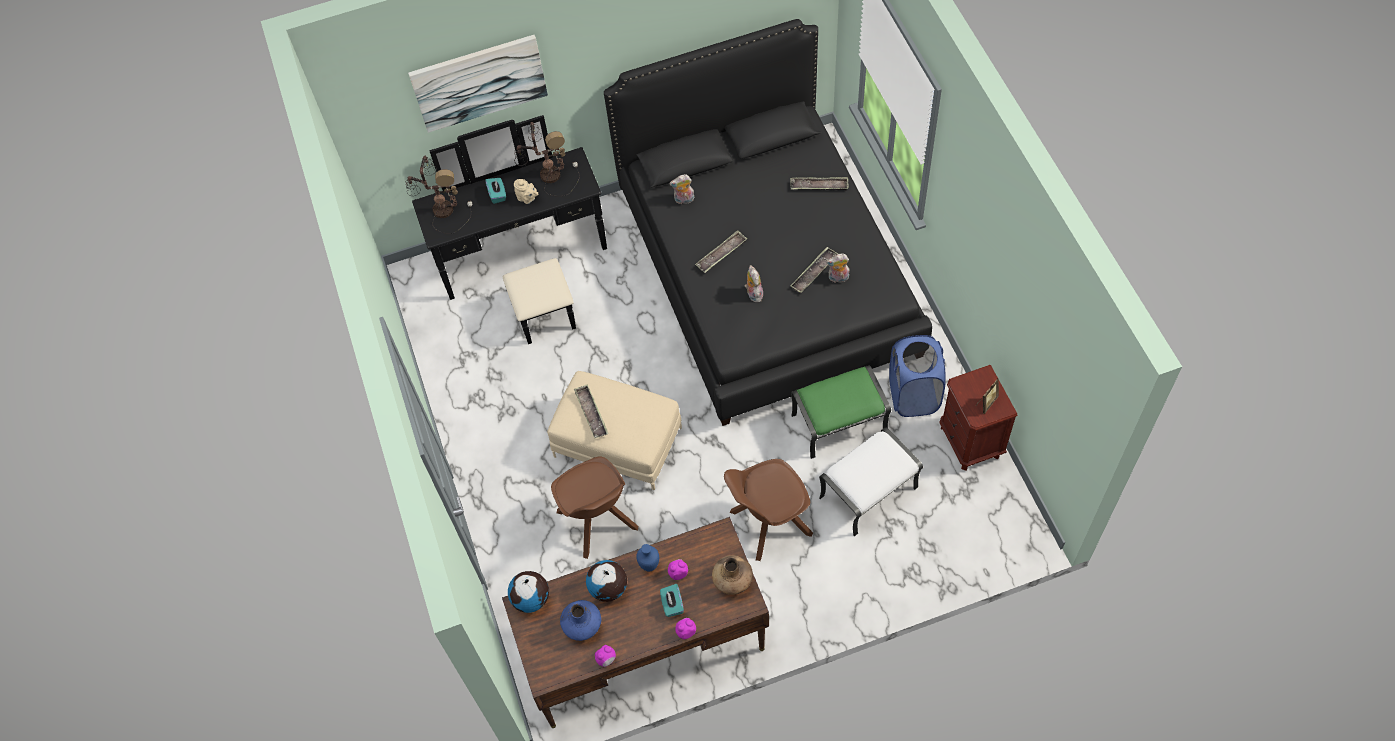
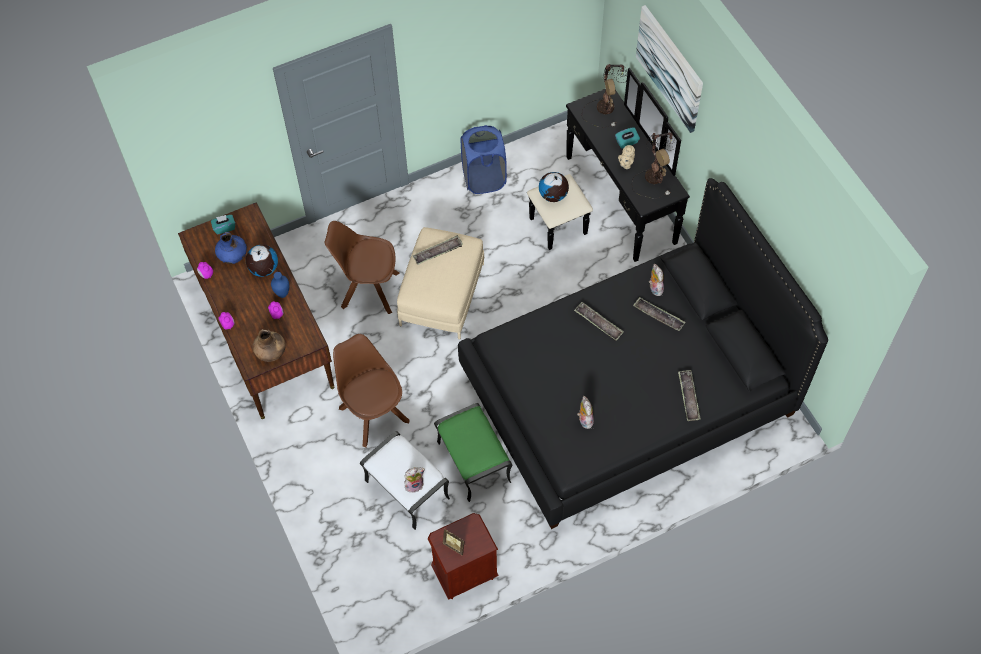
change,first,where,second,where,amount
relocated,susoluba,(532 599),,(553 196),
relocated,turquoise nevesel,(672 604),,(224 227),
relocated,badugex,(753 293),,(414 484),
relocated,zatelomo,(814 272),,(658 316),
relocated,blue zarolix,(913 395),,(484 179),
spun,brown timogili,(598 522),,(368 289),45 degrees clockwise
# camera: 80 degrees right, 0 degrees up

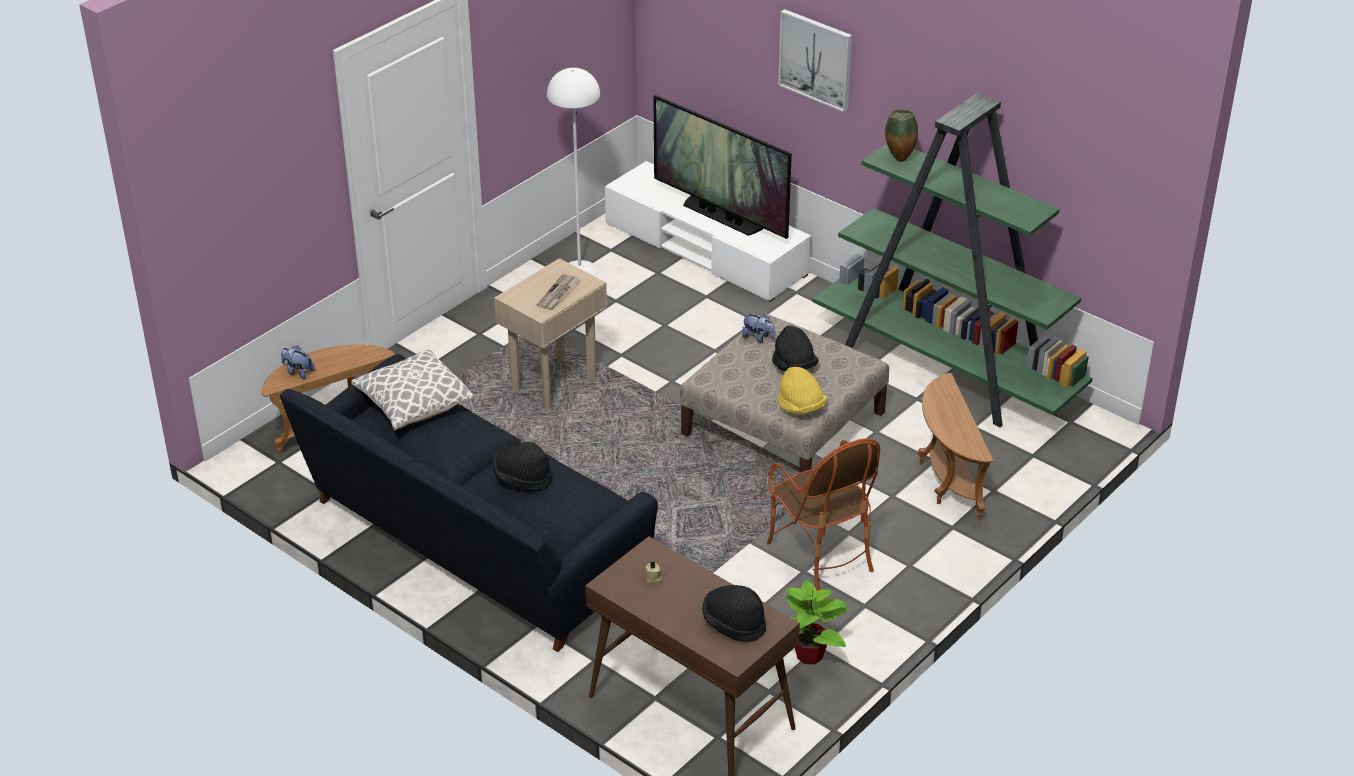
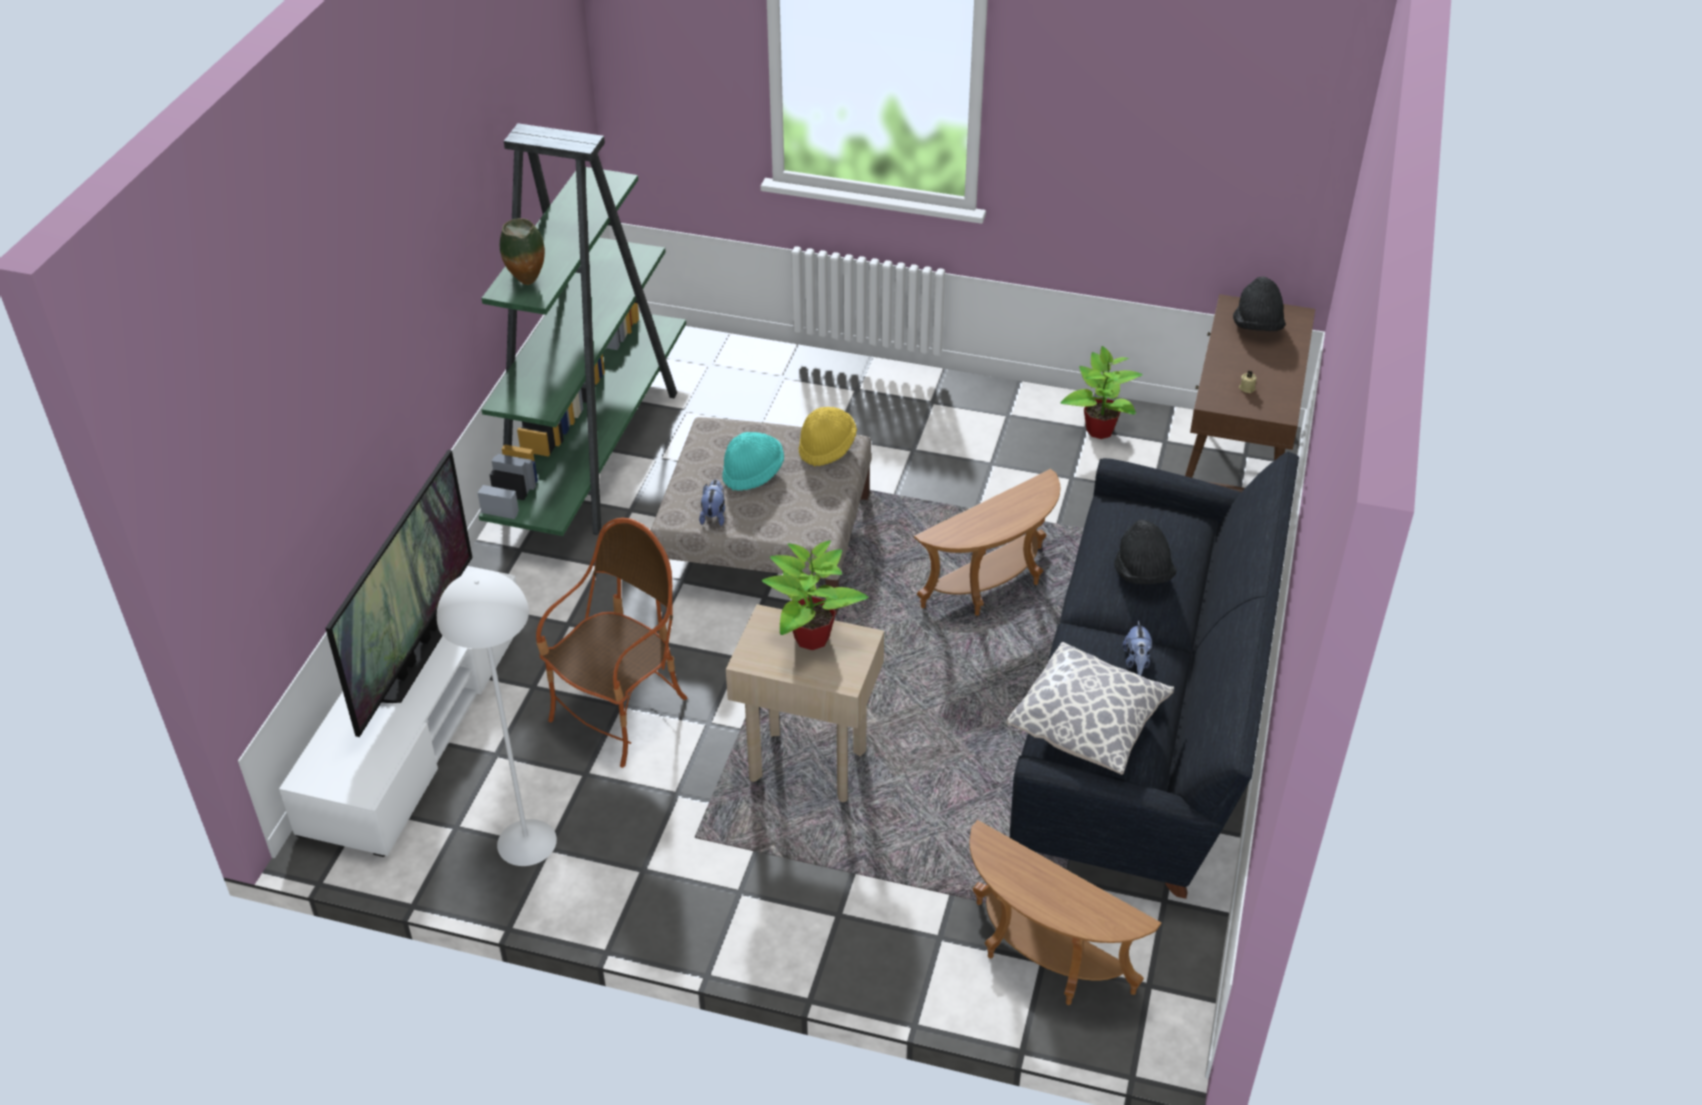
change,first,where,second,where,amount
missing,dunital,(816 59),,,
relocated,badugex,(298 372),,(1136 662),
relocated,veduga,(821 554),,(620 714),
relocated,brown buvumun,(946 481),,(993 587),
exchanged,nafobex,(558 294),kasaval,(810 637),
colour,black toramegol,(794 366),turquoise toramegol,(753 473),
# camera: 115 degrees left, 5 degrees up

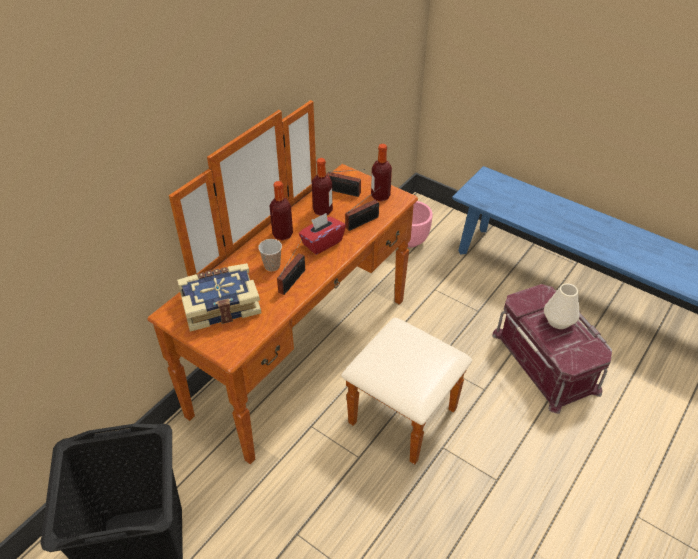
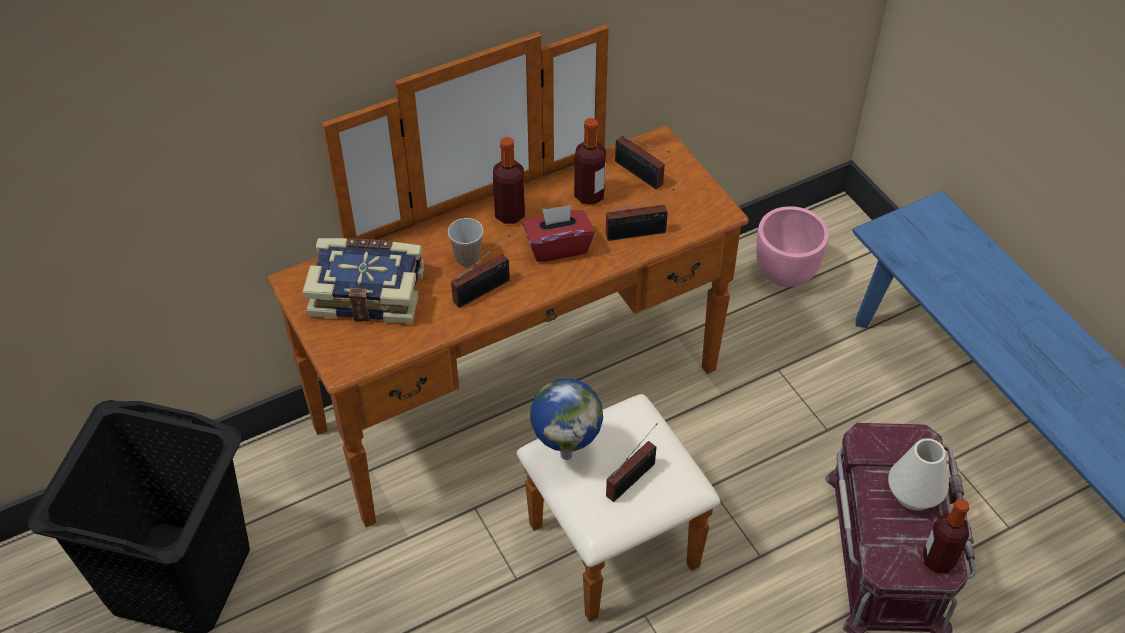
change,first,where,second,where,amount
appeared,,,susoluba,(566 453),
appeared,,,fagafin,(633 478),
relocated,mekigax,(380 196),,(938 560),
# camera: 25 degrees right, 5 degrees up

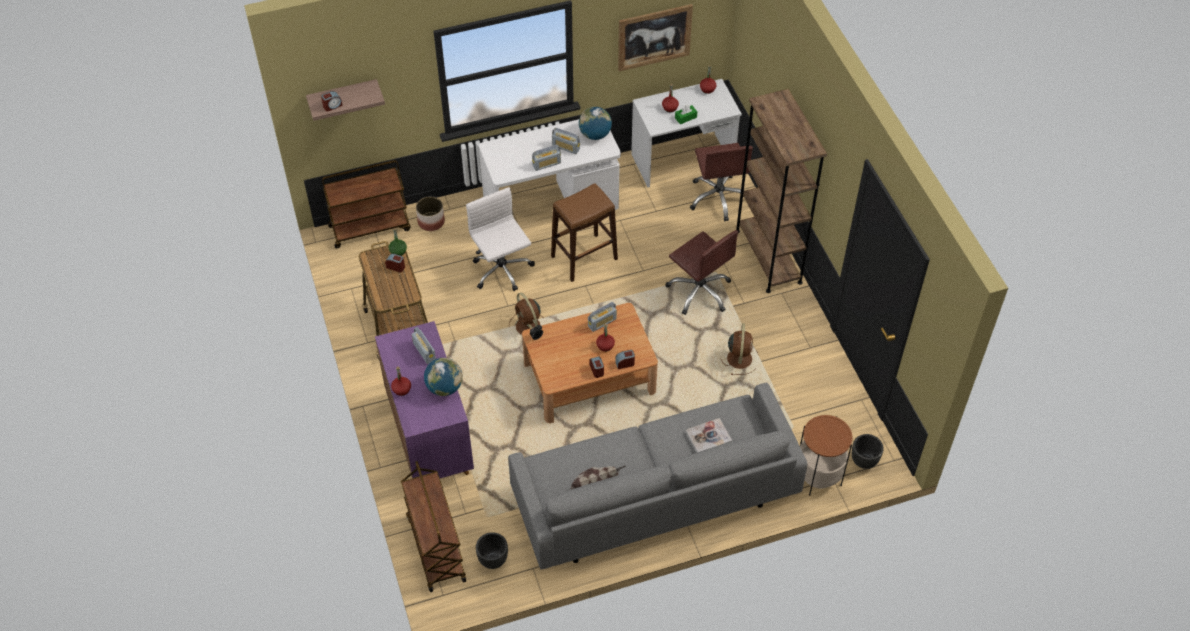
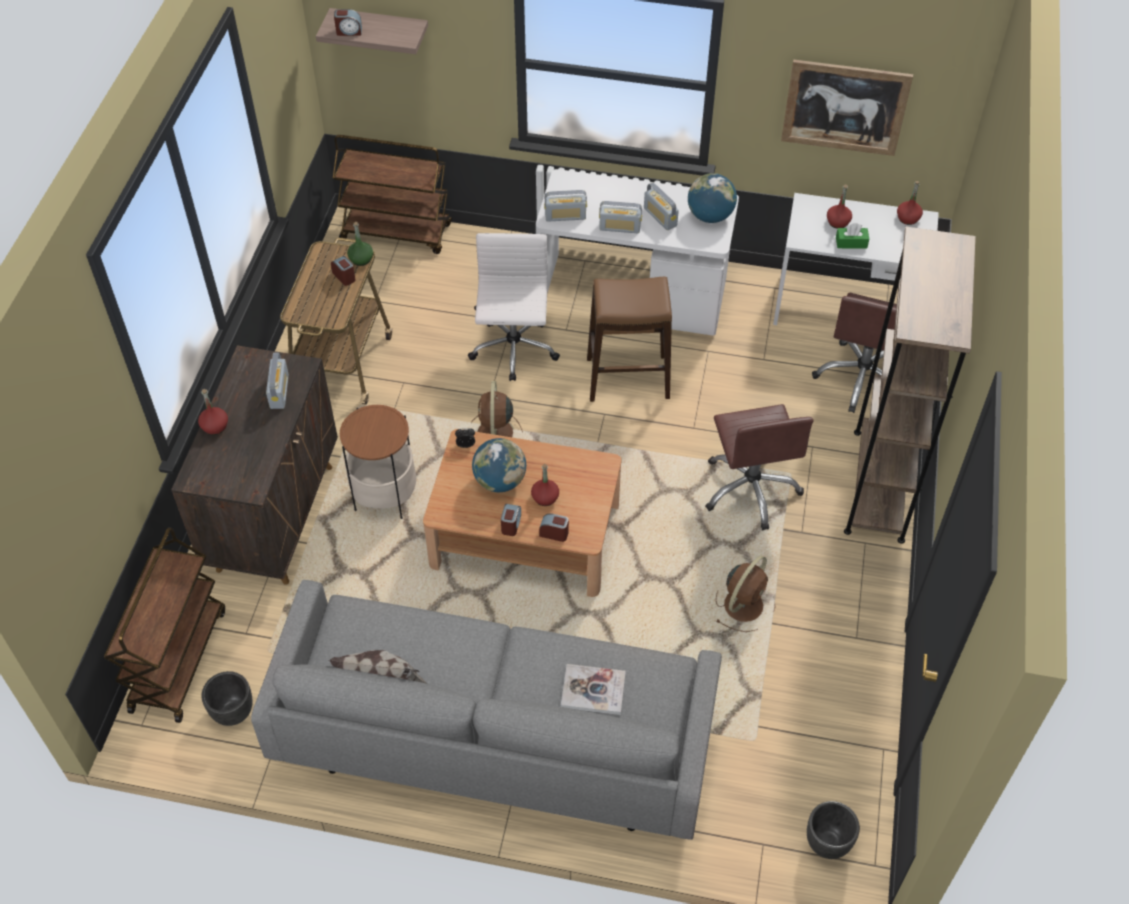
change,first,where,second,where,amount
missing,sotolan,(431 222),,,
relocated,susoluba,(444 387),,(500 481),
relocated,fagafin,(602 322),,(565 216),
relocated,buvumun,(818 476),,(384 496),
colour,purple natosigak,(430 438),brown natosigak,(276 516),
# camera: 30 degrees right, 0 degrees up

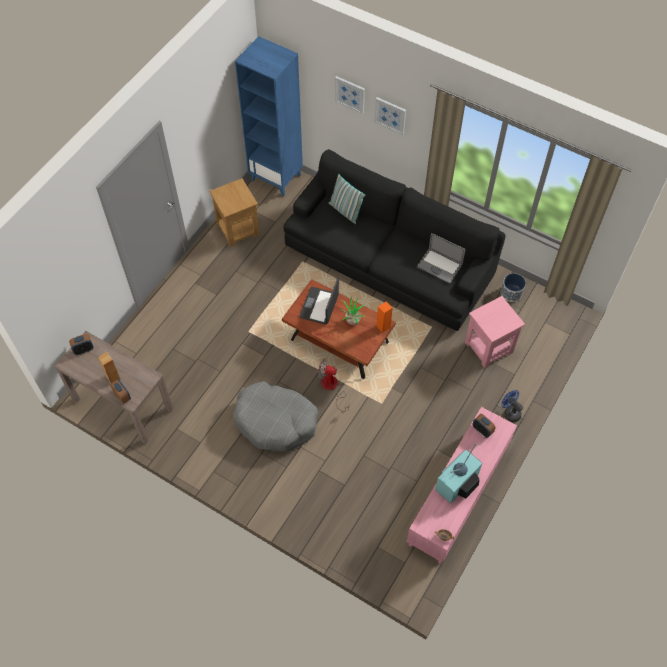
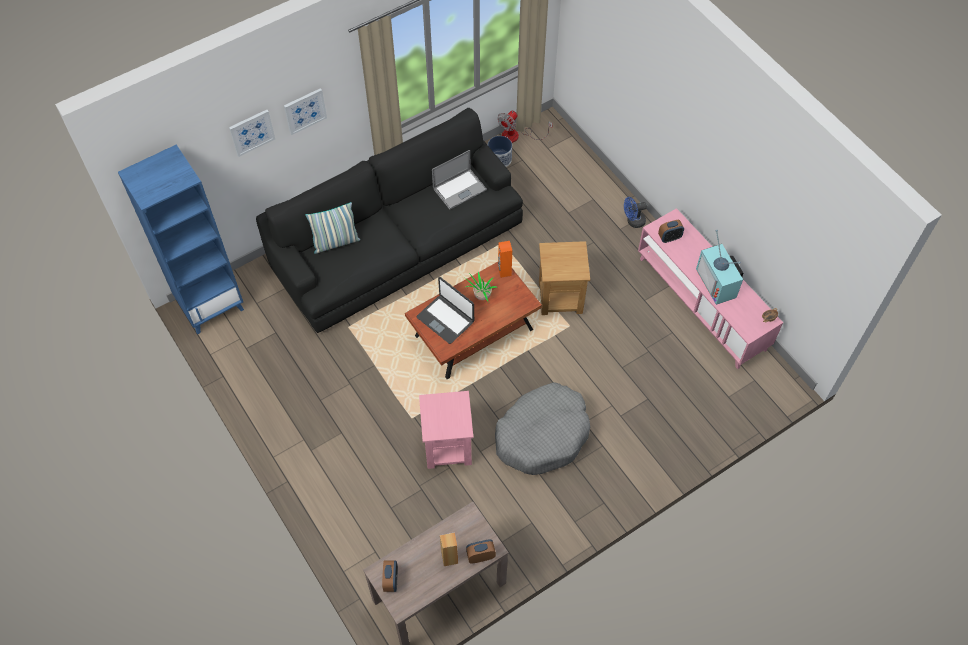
change,first,where,second,where,amount
relocated,brown buvumun,(237 229),,(559 297),
relocated,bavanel,(332 388),,(516 136),
relocated,pink buvumun,(488 347),,(448 447),
# camera: 65 degrees left, 0 degrees up

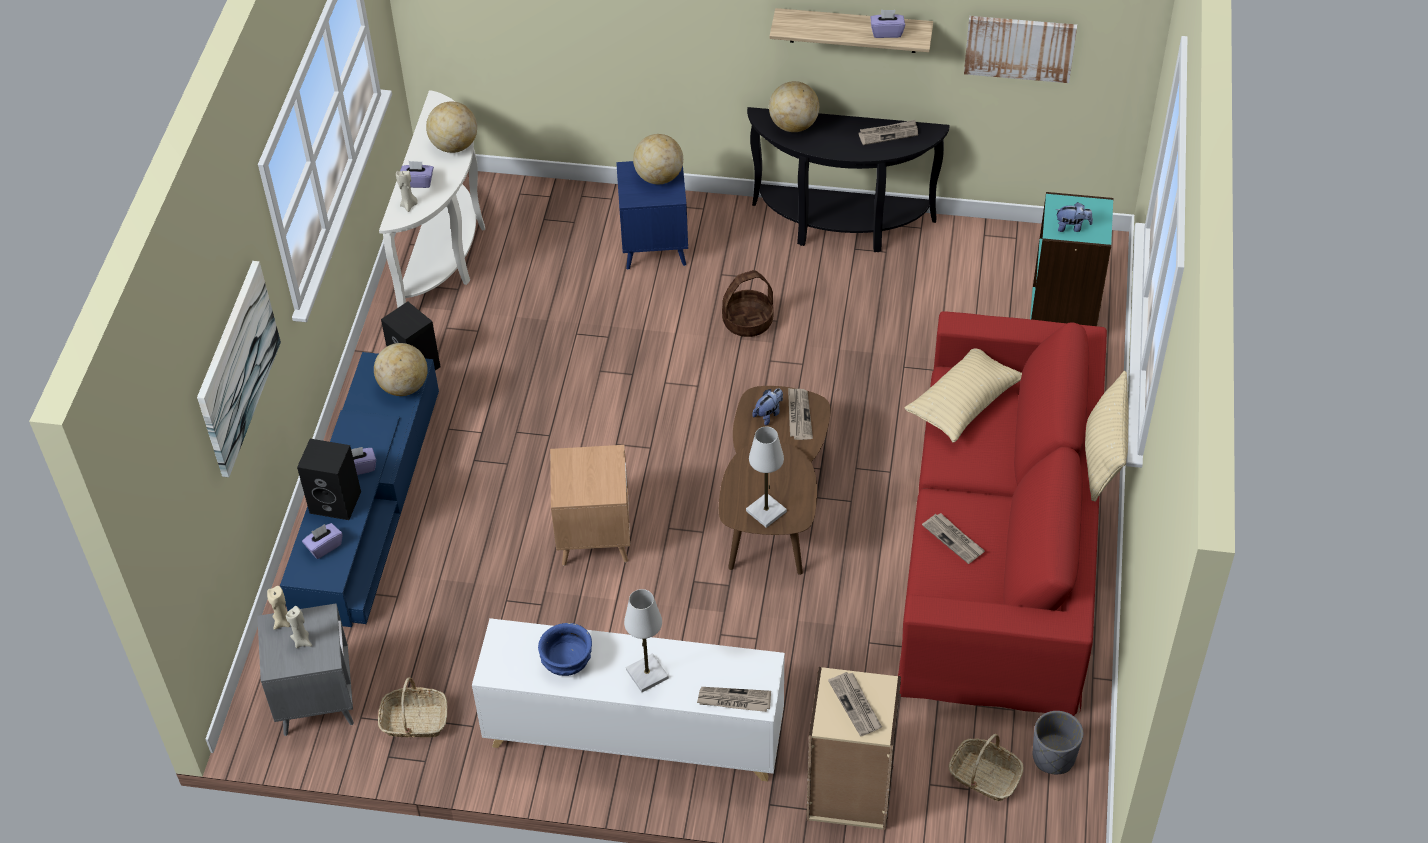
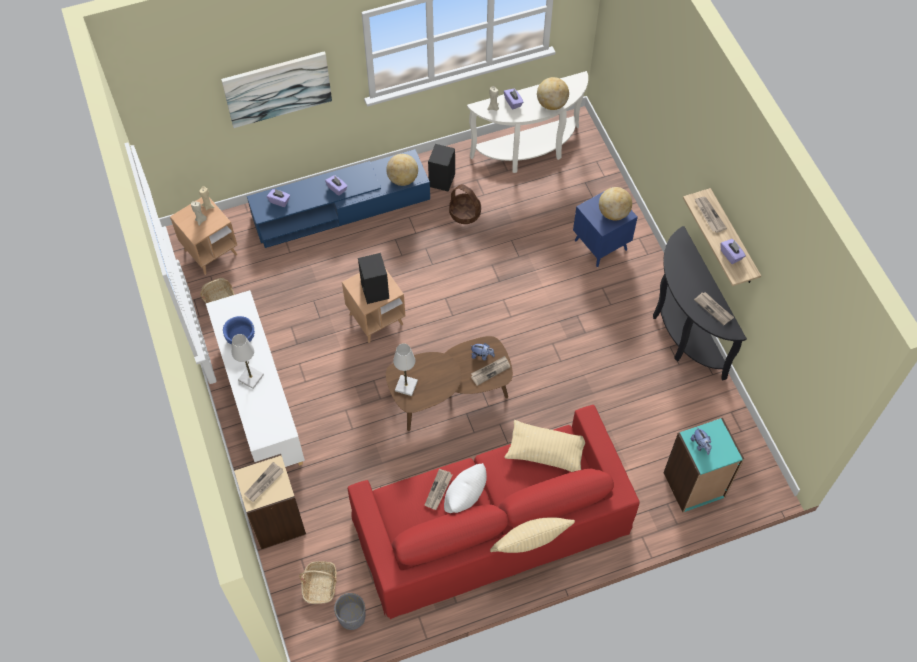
change,first,where,second,where,amount
missing,susoluba,(793 125),,,
missing,dunital,(1019 47),,,
appeared,,,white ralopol,(465 501),
relocated,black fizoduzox,(337 501),,(376 291),
relocated,nafobex,(734 700),,(709 215),
relocated,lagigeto,(748 321),,(465 213),
colour,grey buvumun,(316 700),brown buvumun,(210 252),
# camera: 60 degrees right, 10 degrees up

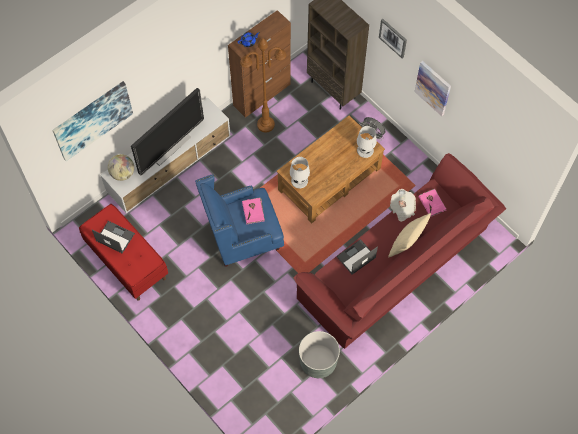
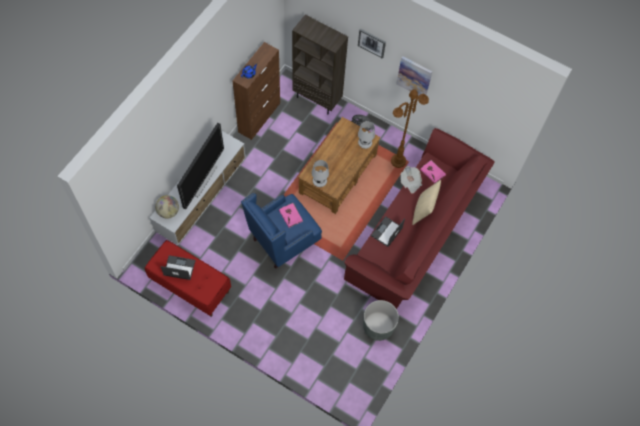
change,first,where,second,where,amount
missing,dunital,(92 120),,,
relocated,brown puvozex,(265 125),,(398 161),
# camera: 20 degrees left, 0 degrees up

